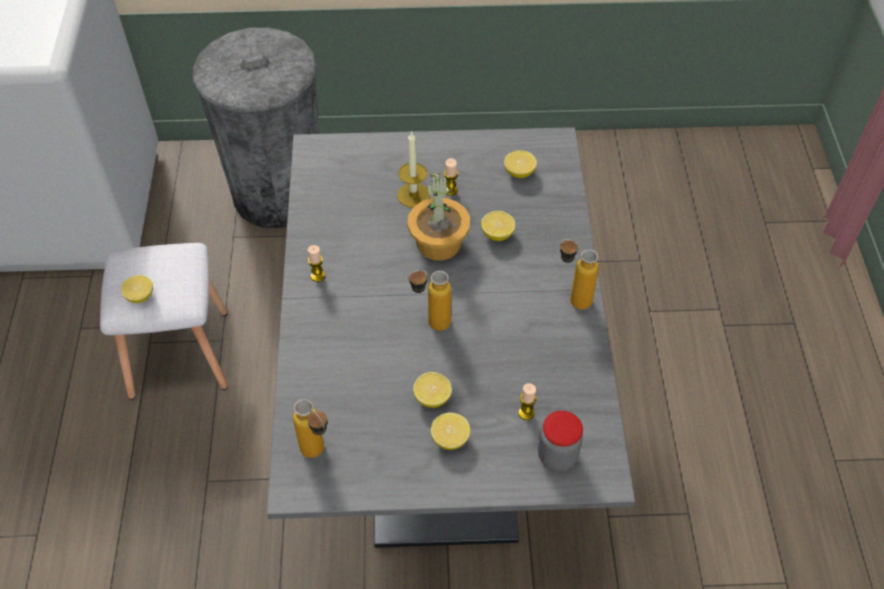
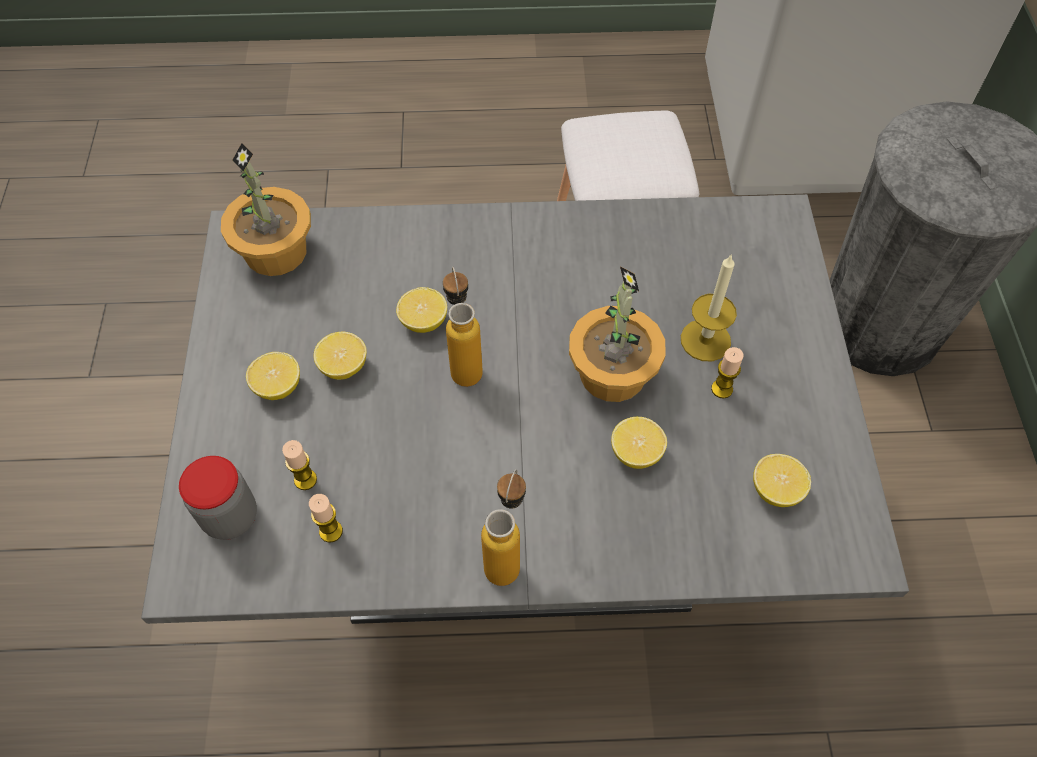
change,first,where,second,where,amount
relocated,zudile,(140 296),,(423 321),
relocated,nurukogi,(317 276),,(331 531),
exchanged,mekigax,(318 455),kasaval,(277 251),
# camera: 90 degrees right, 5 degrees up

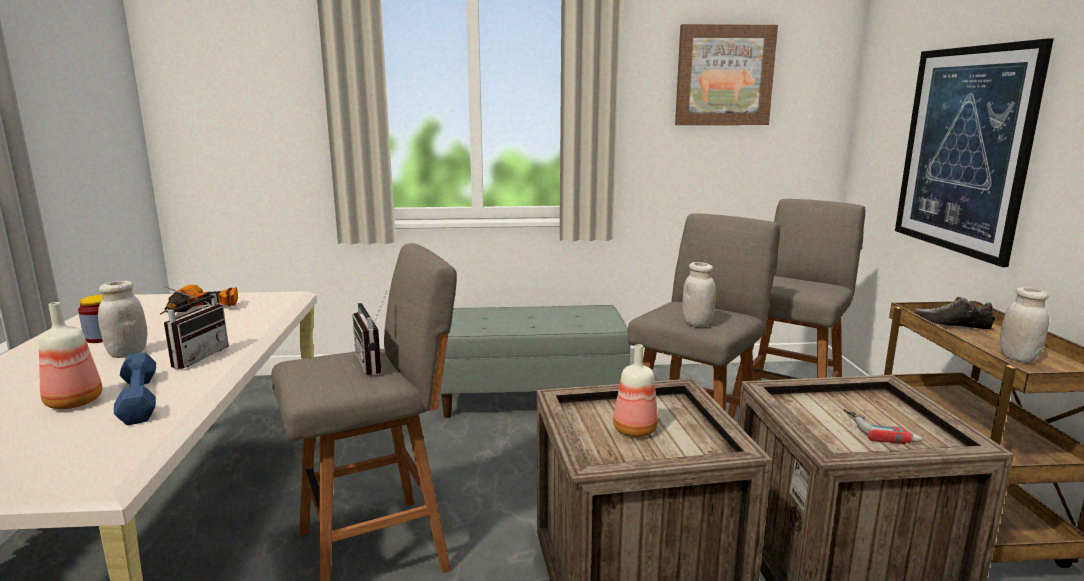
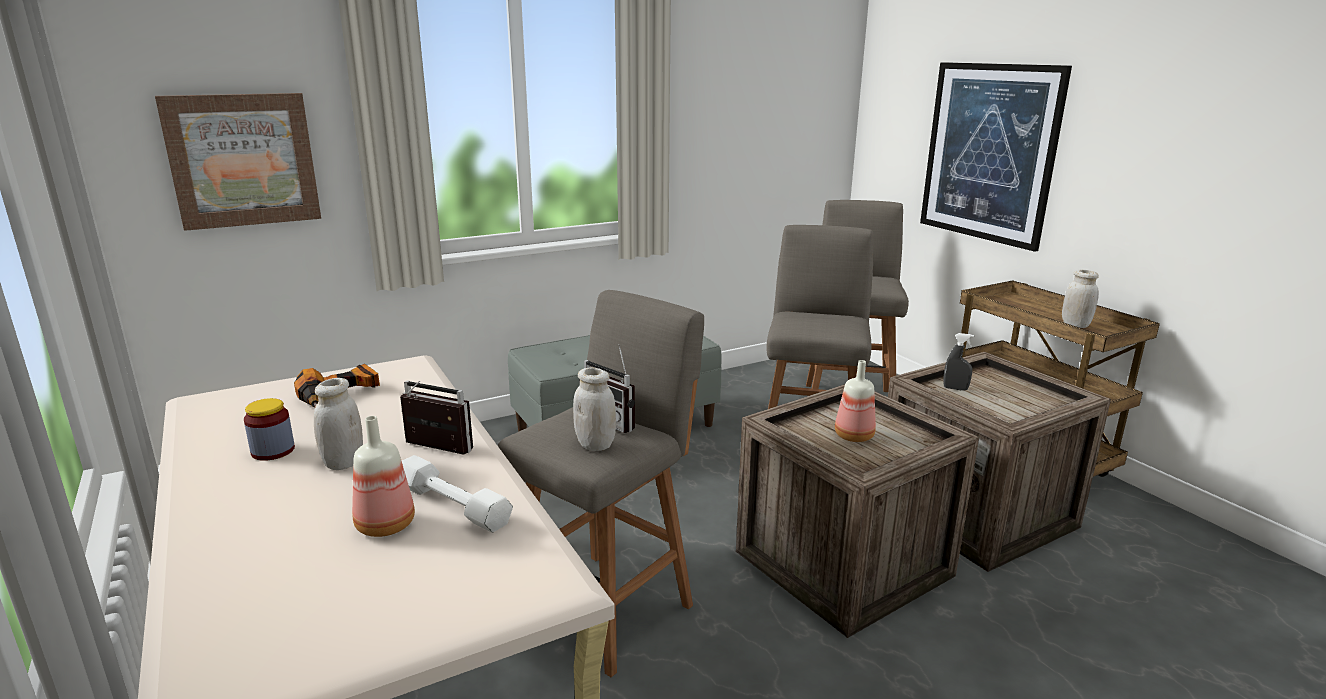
change,first,where,second,where,amount
missing,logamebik,(881 430),,,
missing,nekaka,(950 325),,,
appeared,,,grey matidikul,(955 388),
relocated,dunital,(724 76),,(243 160),
relocated,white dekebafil,(697 323),,(595 445),
colour,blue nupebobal,(138 398),white nupebobal,(452 505),
spun,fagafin,(195 357),,(433 450),60 degrees counterclockwise
# camera: 25 degrees left, 5 degrees up

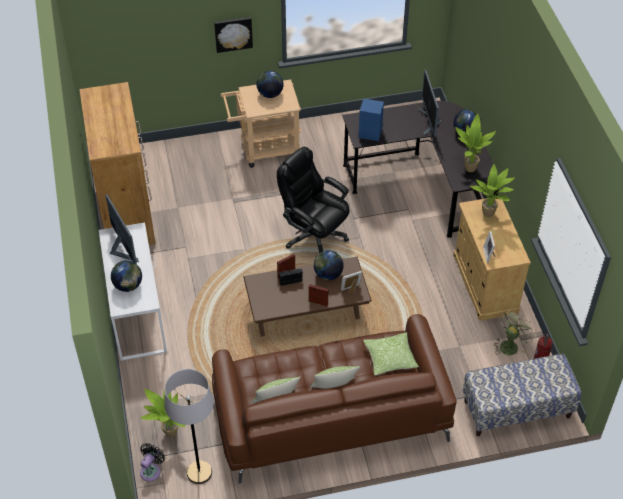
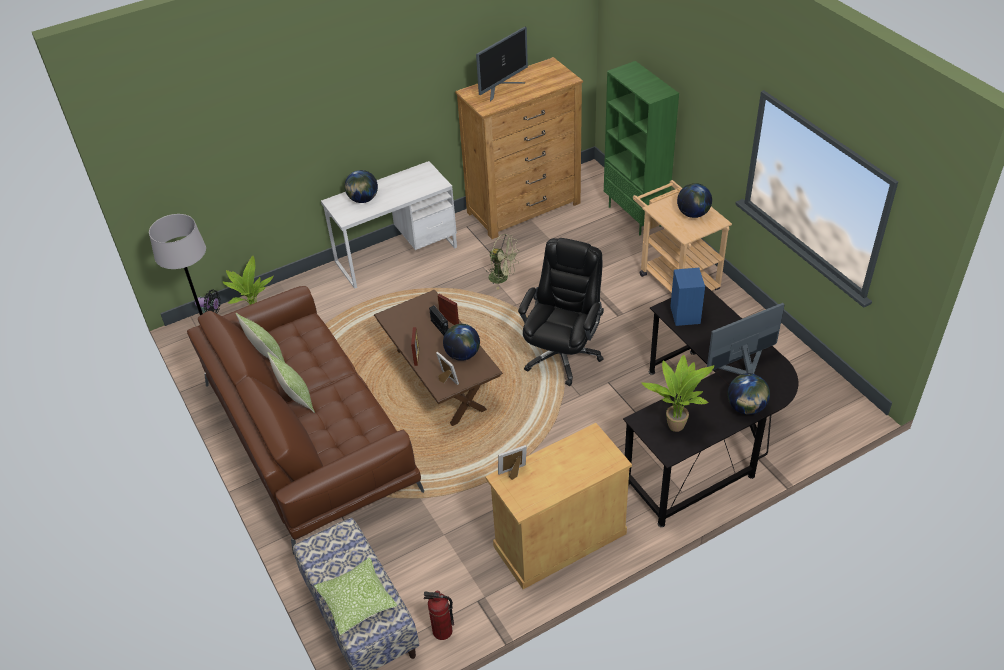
change,first,where,second,where,amount
missing,dunital,(233 33),,,
missing,kasaval,(489 214),,,
appeared,,,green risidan,(635 216),
relocated,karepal,(122 249),,(502 88),
relocated,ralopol,(390 358),,(357 601),
relocated,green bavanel,(510 345),,(503 278),
# camera: 75 degrees right, 5 degrees down

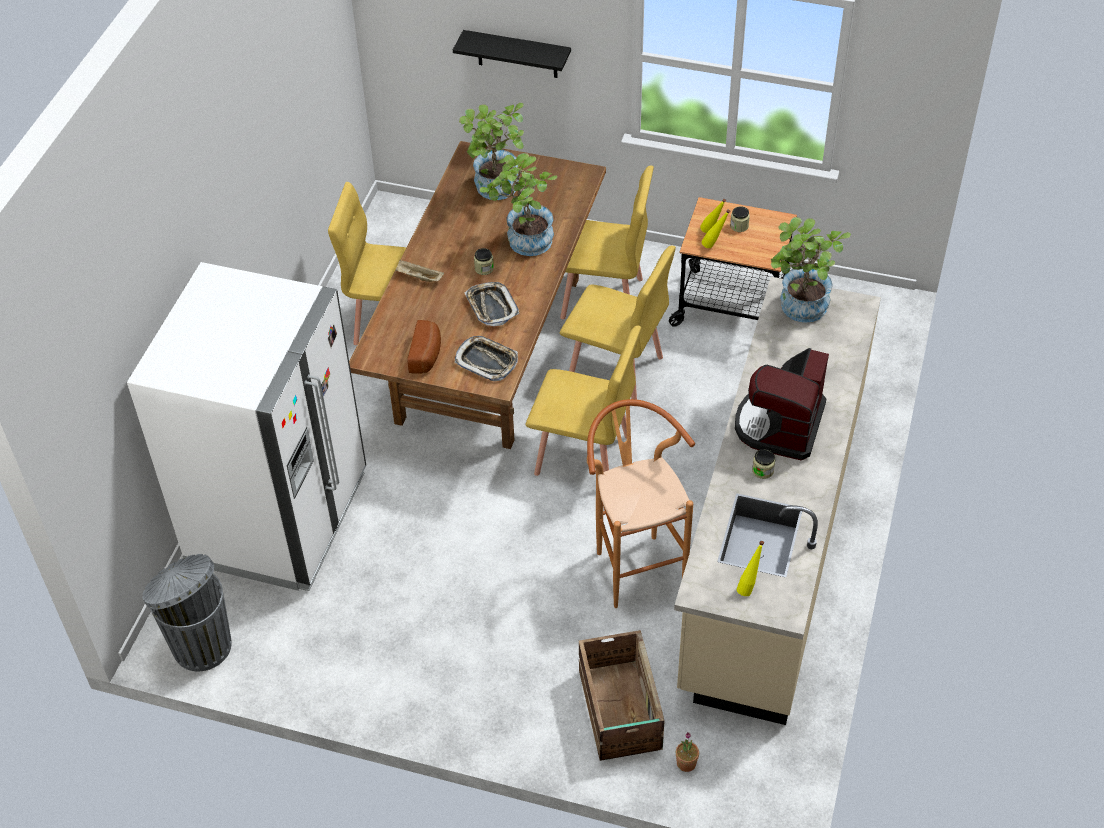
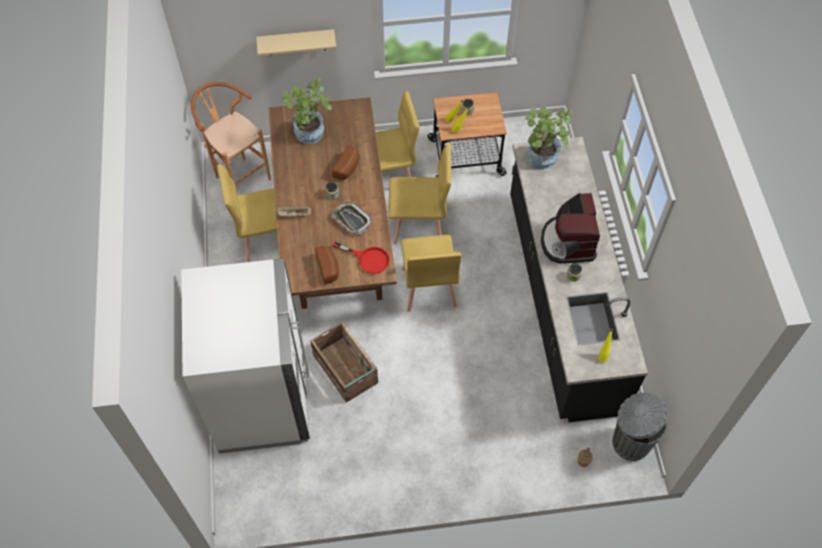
change,first,where,second,where,amount
relocated,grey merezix,(200 645),,(629 442),
relocated,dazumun,(619 711),,(345 370),
relocated,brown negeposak,(635 563),,(239 176),
exchanged,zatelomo,(487 361),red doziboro,(368 259),
exchanged,kasaval,(524 243),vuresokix,(348 168),
colour,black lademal,(517 54),beige lademal,(296 42),
colour,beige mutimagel,(772 537),black mutimagel,(561 301),
spun,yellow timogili,(583 456),,(428 288),90 degrees clockwise
# camera: 25 degrees left, 10 degrees up

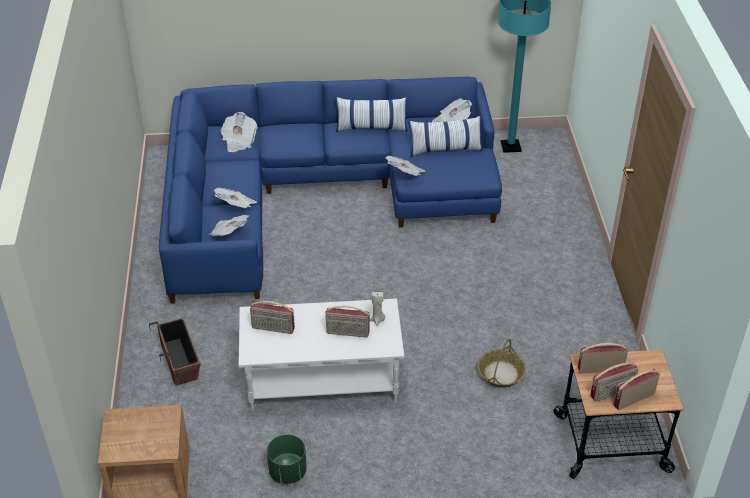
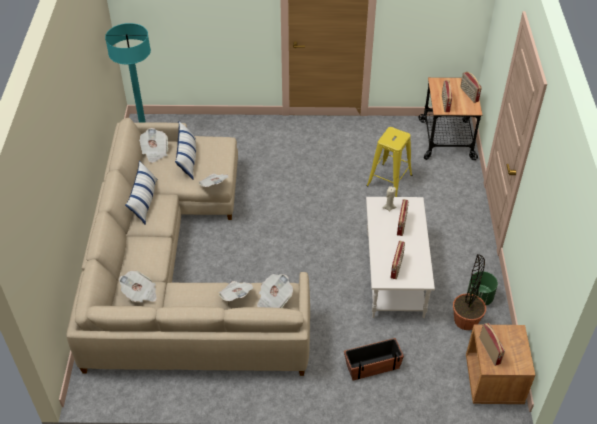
change,first,where,second,where,amount
appeared,,,kasaval,(466 320),
relocated,fagafin,(612 393),,(490 351),
exchanged,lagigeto,(501 373),yellow negeposak,(389 180),
colour,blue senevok,(317 194),beige senevok,(176 269),
# camera: 85 degrees left, 5 degrees up

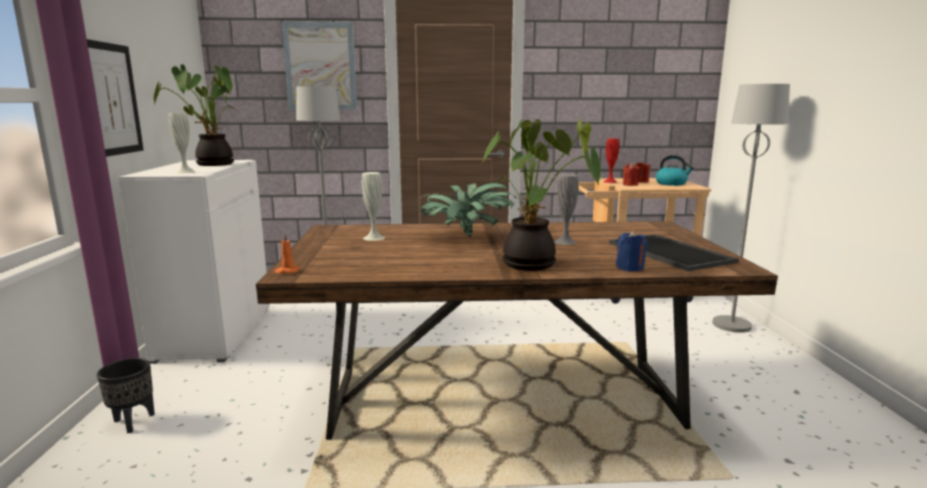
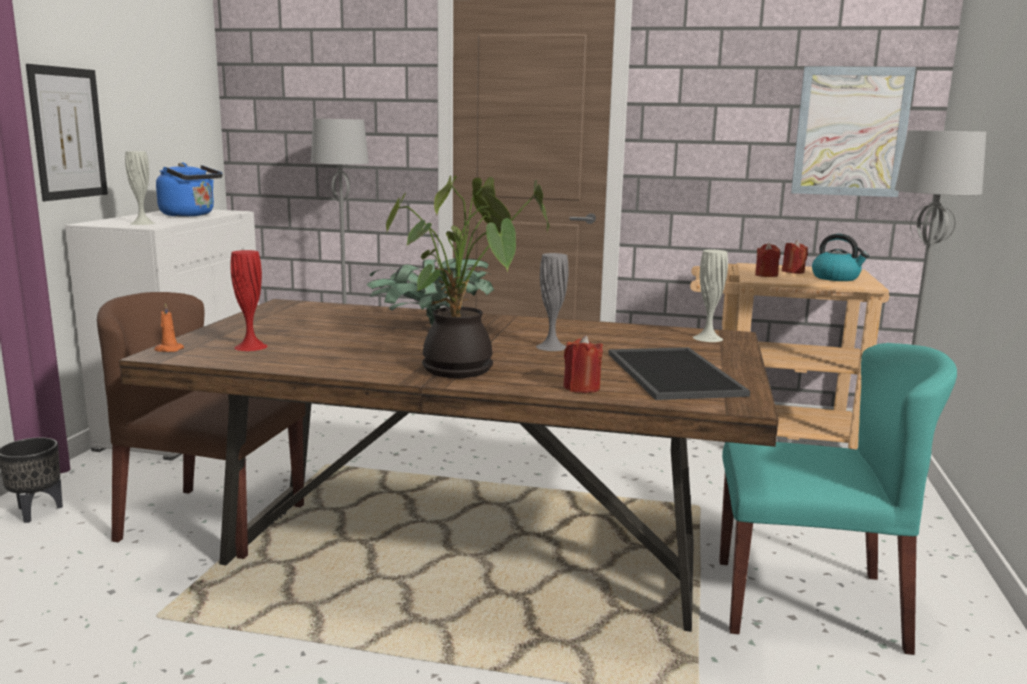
change,first,where,second,where,amount
appeared,,,brown timogili,(211 522),
appeared,,,turquoise timogili,(809 603),
relocated,dunital,(320 66),,(850 132),
relocated,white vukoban,(374 238),,(707 338),
relocated,red vukoban,(610 181),,(250 346),
exchanged,kasaval,(211 164),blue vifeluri,(190 215),
colour,blue nurukogi,(630 268),red nurukogi,(581 388),
# camera: 15 degrees right, 0 degrees up

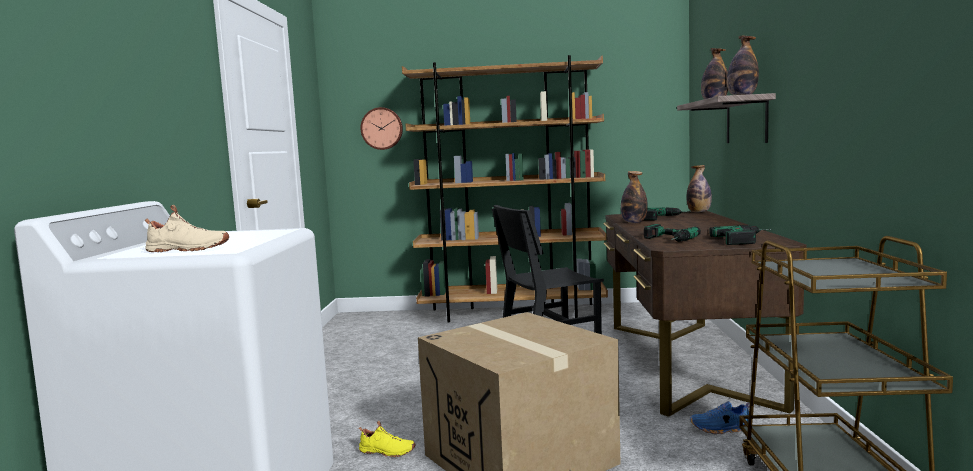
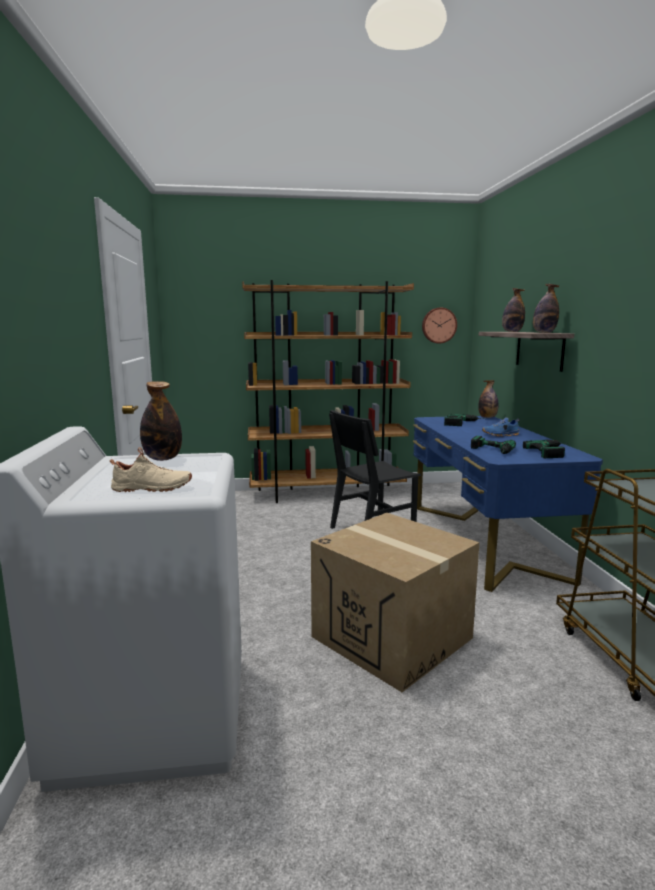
change,first,where,second,where,amount
missing,yellow nekaka,(386 452),,,
relocated,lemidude,(382 128),,(438 325),
relocated,mekigax,(634 222),,(162 458),
relocated,blue nekaka,(721 429),,(501 435),
colour,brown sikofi,(686 362),blue sikofi,(484 540),
# camera: 10 degrees left, 5 degrees up

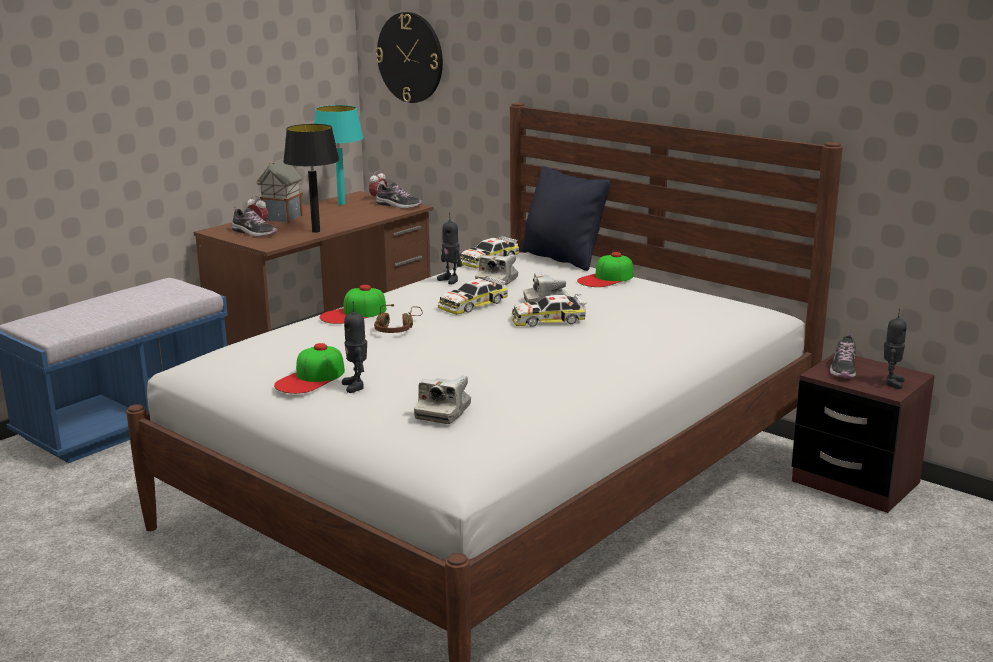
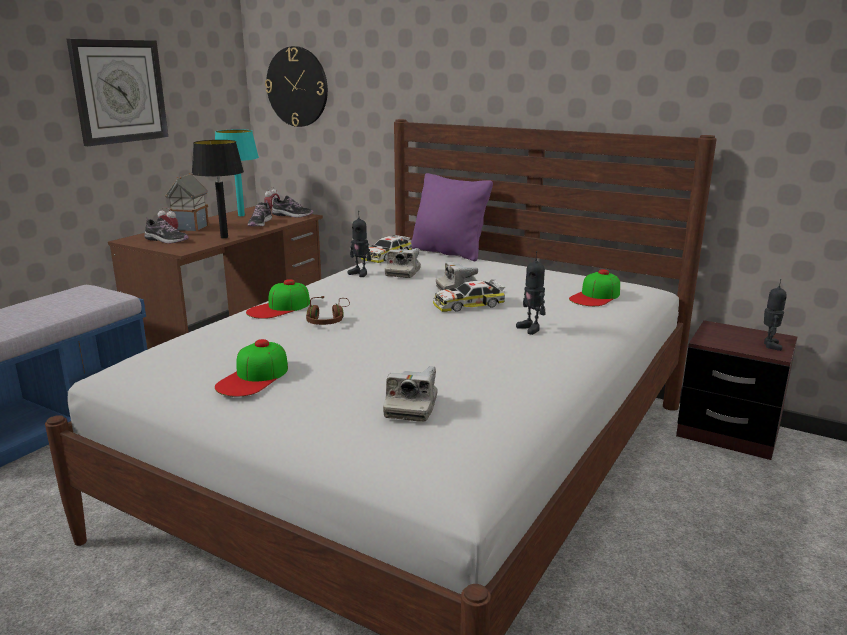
change,first,where,second,where,amount
missing,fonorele,(472 304),,,
appeared,,,lemidude,(119 91),
relocated,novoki,(356 386),,(531 328),
relocated,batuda,(606 278),,(595 296),
relocated,nekaka,(843 368),,(260 223),
colour,black ralopol,(562 258),purple ralopol,(448 252),
# camera: 10 degrees left, 0 degrees up

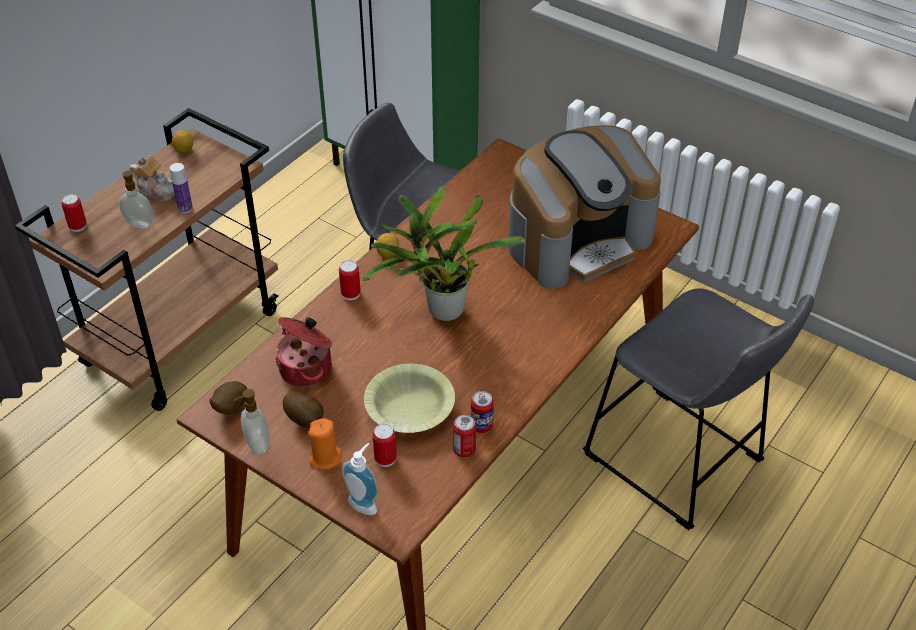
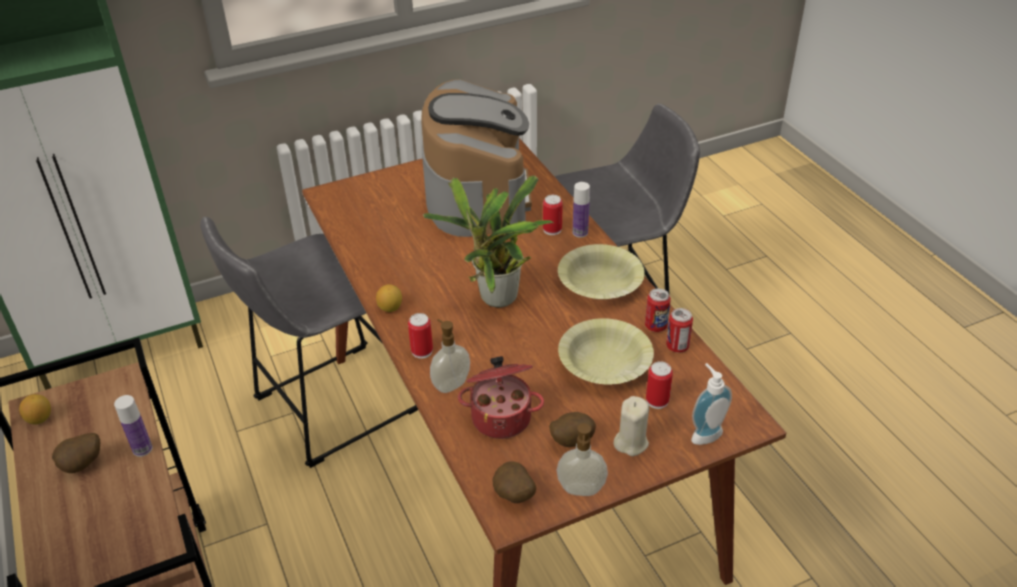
change,first,where,second,where,amount
appeared,,,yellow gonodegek,(600 283),
appeared,,,mekigax,(580 232),
relocated,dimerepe,(77 226),,(552 230),
relocated,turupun,(140 223),,(450 384),
exchanged,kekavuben,(157 190),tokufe,(83 465),
colour,orange nurukogi,(325 458),beige nurukogi,(631 442),
# camera: 60 degrees left, 5 degrees down

